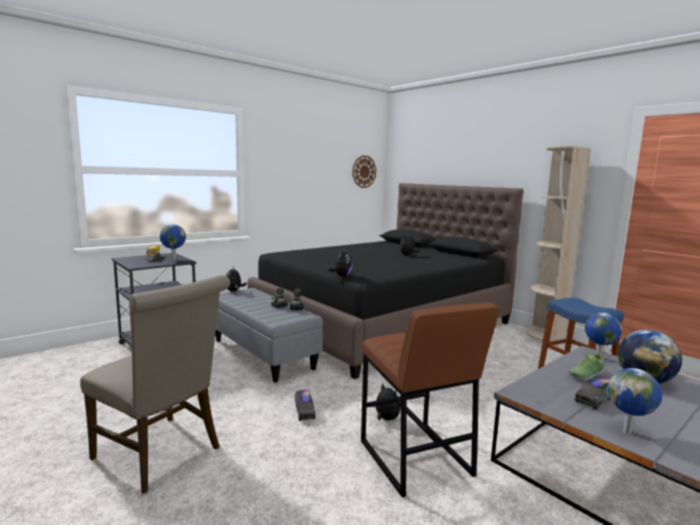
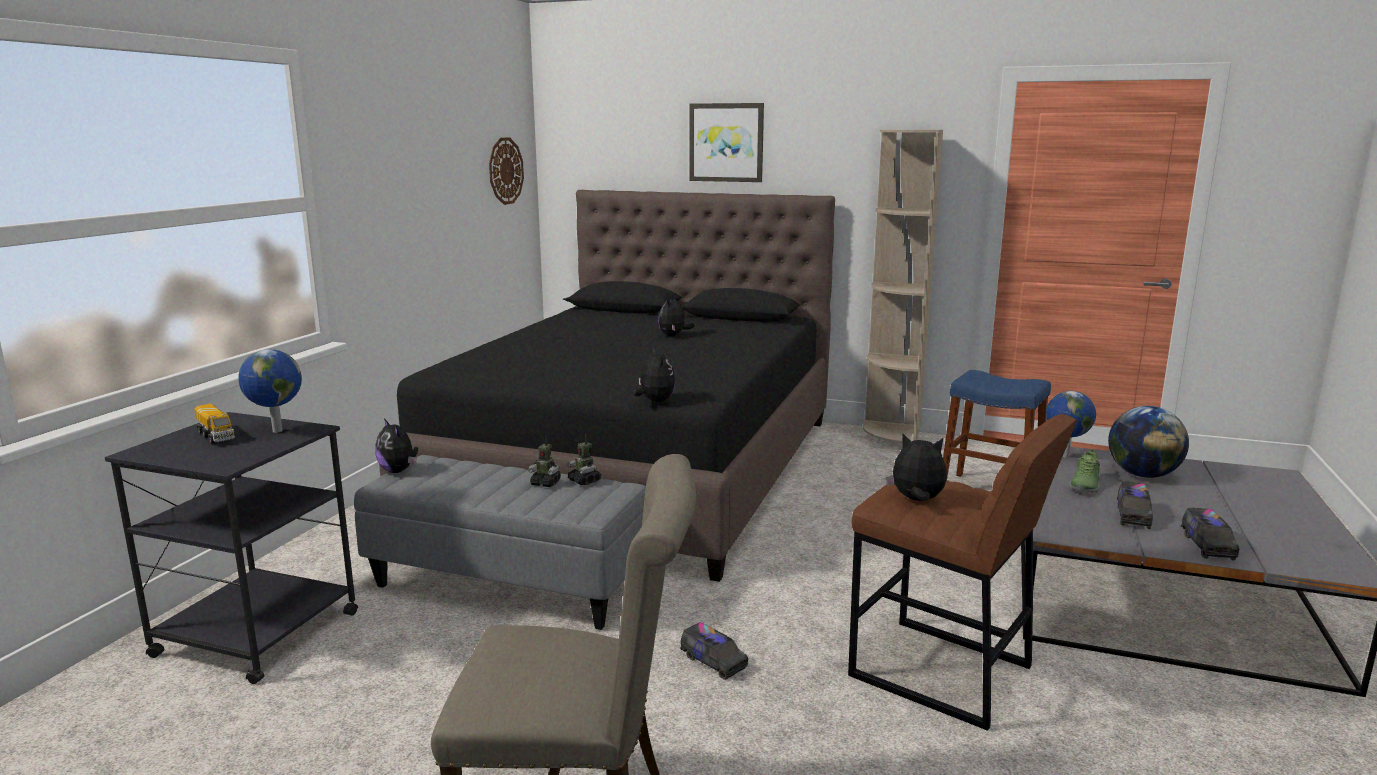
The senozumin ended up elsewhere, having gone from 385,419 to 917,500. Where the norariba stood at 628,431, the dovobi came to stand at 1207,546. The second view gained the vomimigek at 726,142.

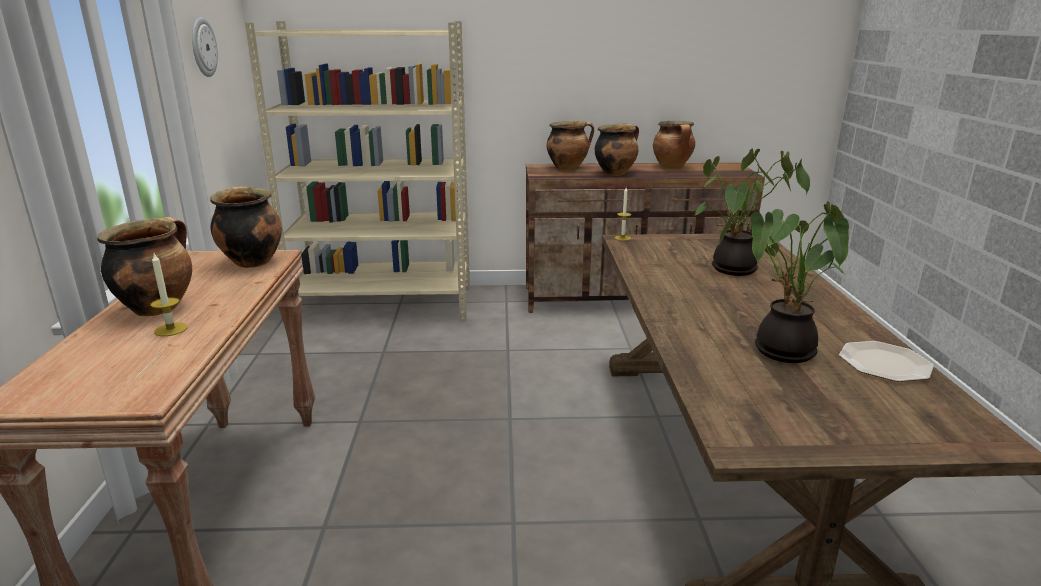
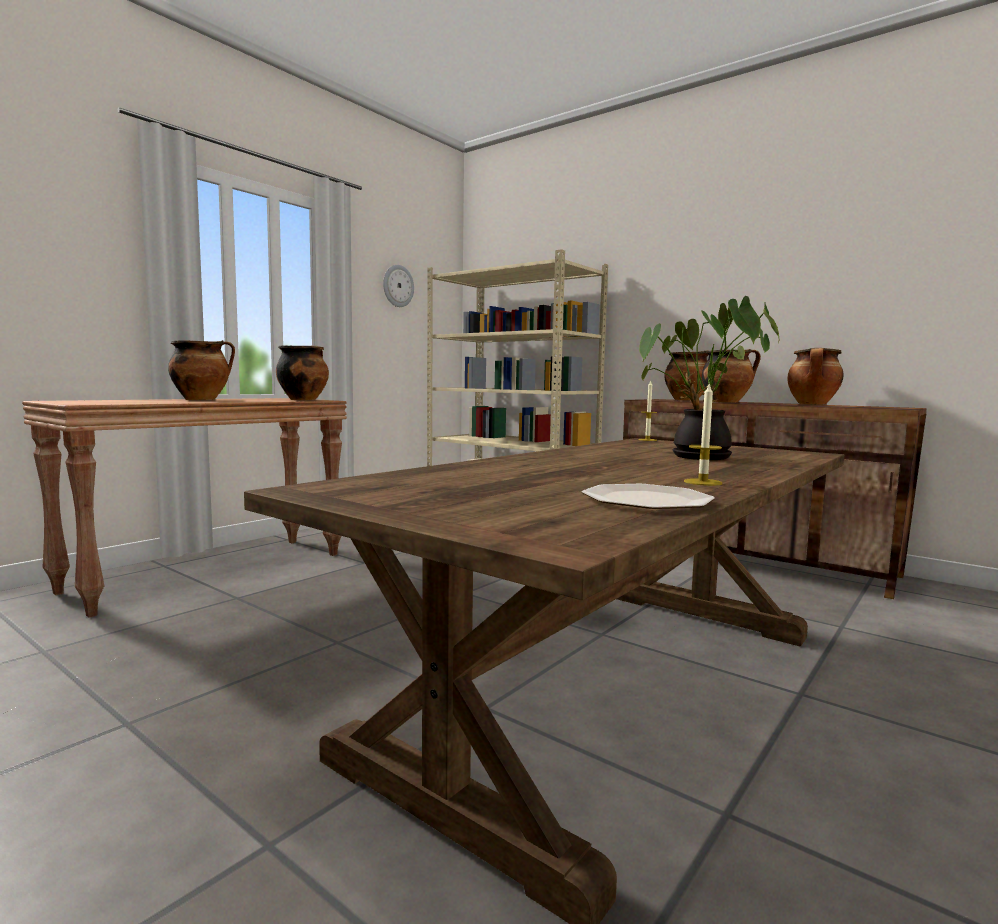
The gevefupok ended up elsewhere, having gone from 171,329 to 702,482. The second view lost the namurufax at 778,350.

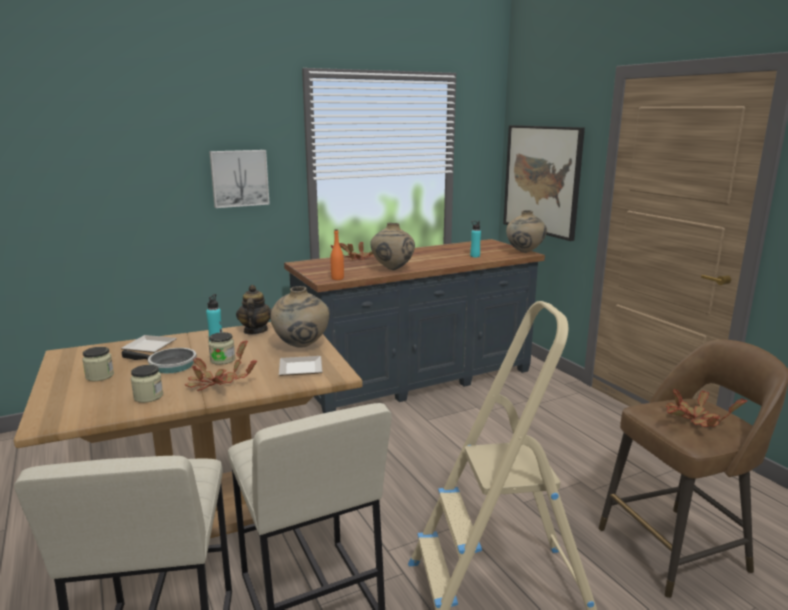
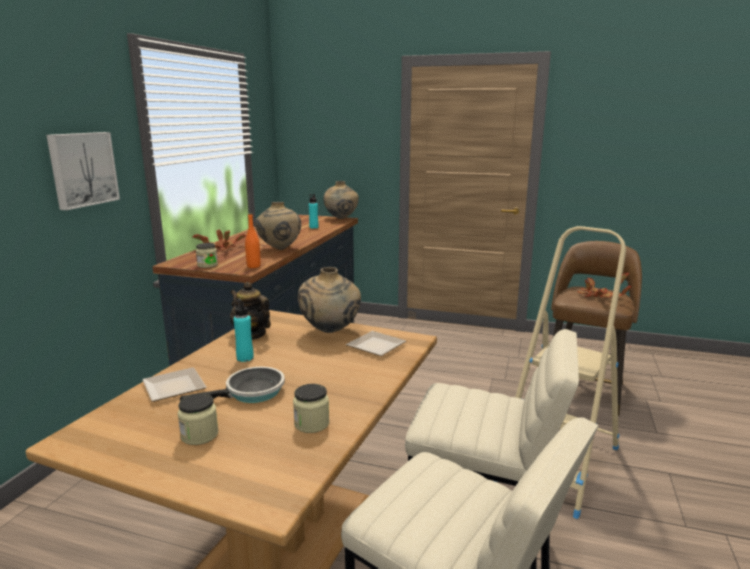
The second view lost the namurufax at 217,384. The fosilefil ended up elsewhere, having gone from 222,360 to 207,265. The second view lost the vomimigek at 542,180.

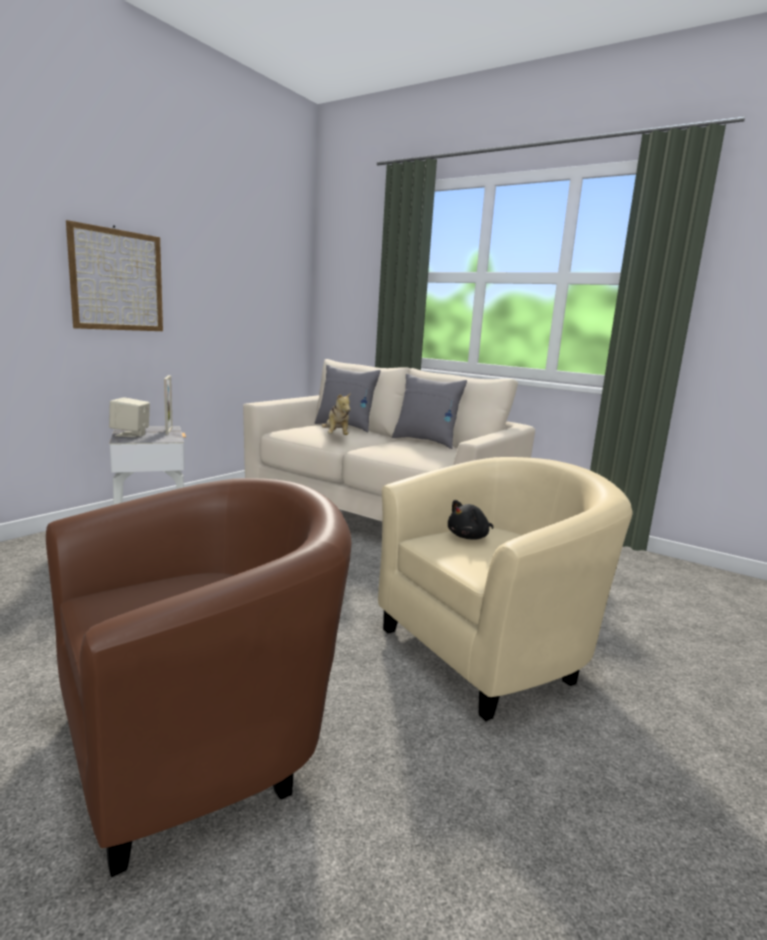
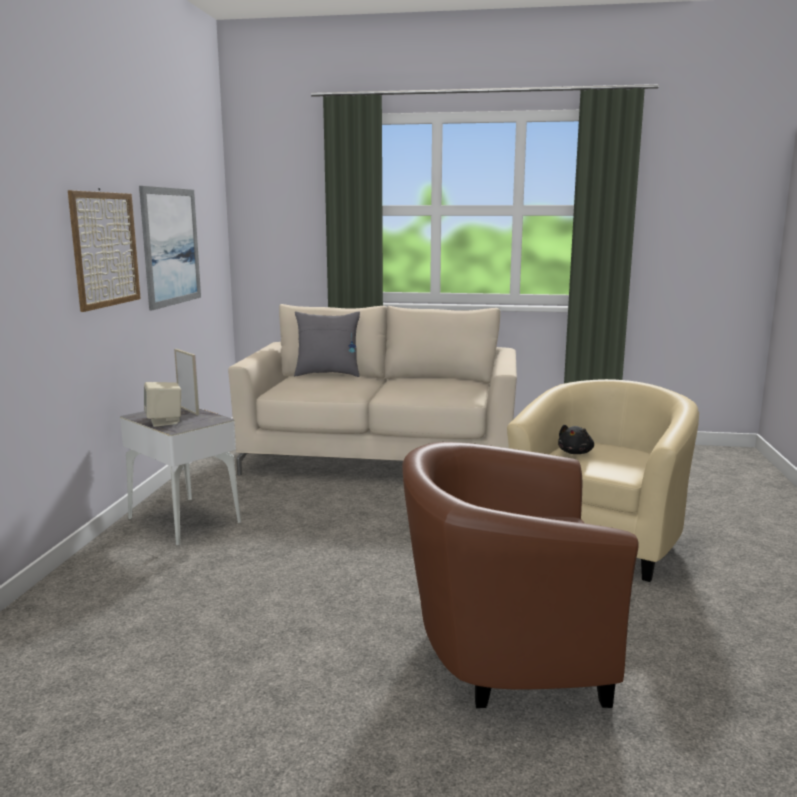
The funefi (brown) at 204,741 ended up facing another way, 120 degrees counterclockwise from before. The second view lost the senozumin at 336,437. The second view lost the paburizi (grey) at 425,442. The second view gained the vomimigek at 171,246.

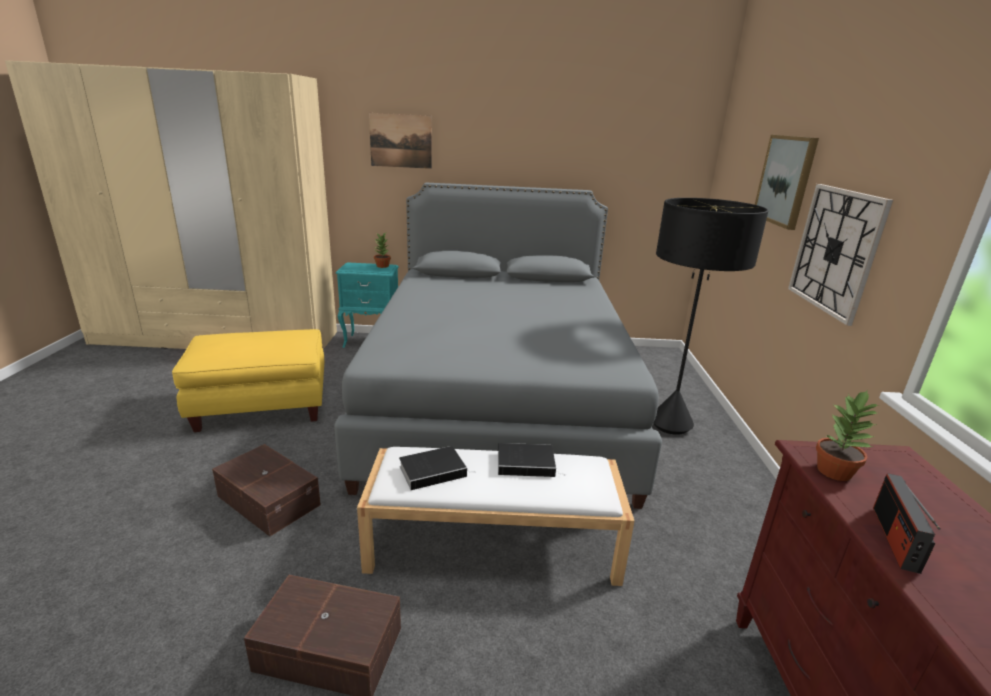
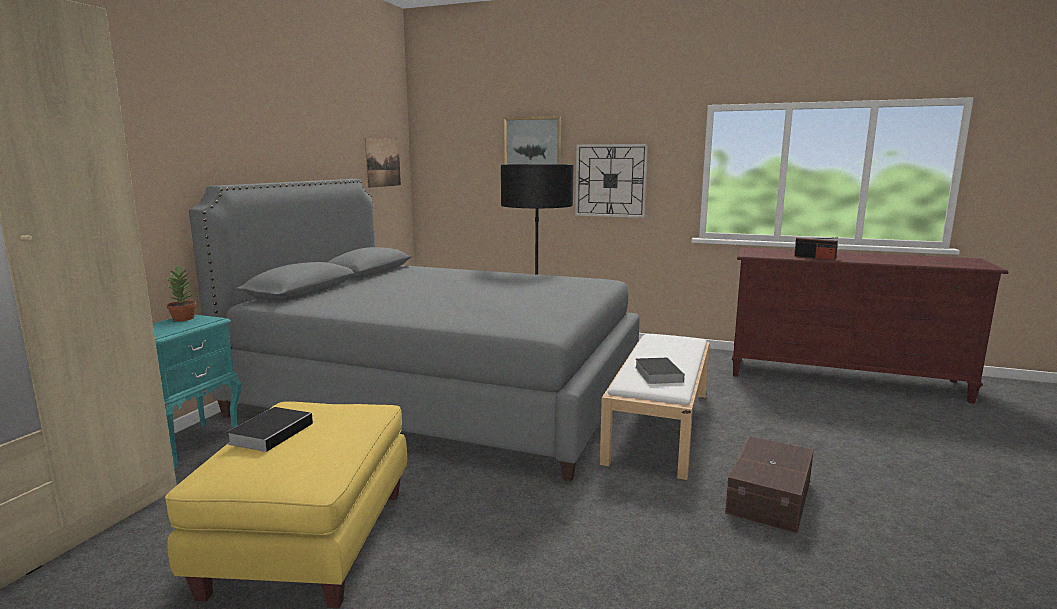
The second view lost the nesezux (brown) at 269,499. The vomimigek ended up elsewhere, having gone from 401,141 to 383,162. The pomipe ended up elsewhere, having gone from 527,463 to 272,432. The second view lost the namurufax at 835,472.

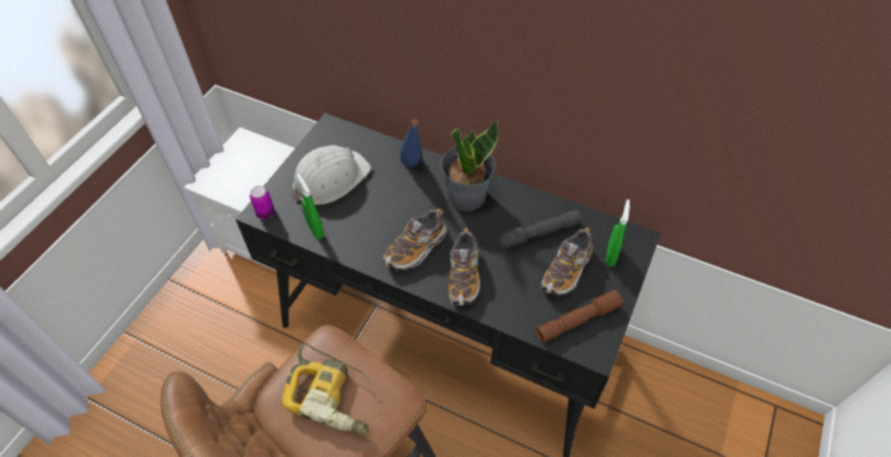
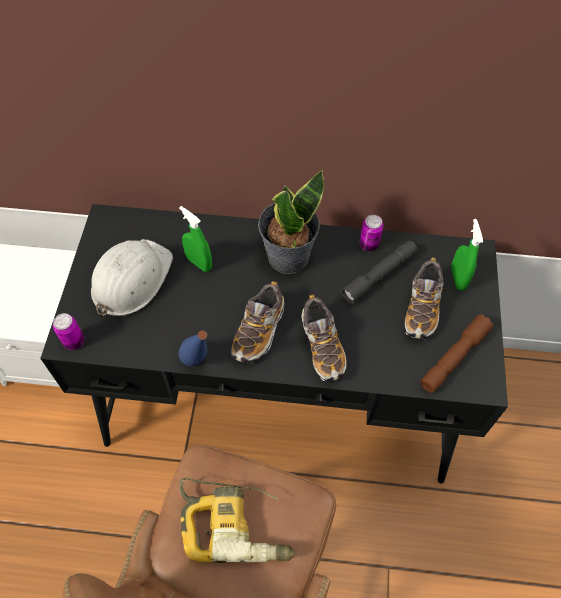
The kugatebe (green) ended up elsewhere, having gone from 315,229 to 199,263. The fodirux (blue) ended up elsewhere, having gone from 413,168 to 200,367. The second view gained the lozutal at 368,244.

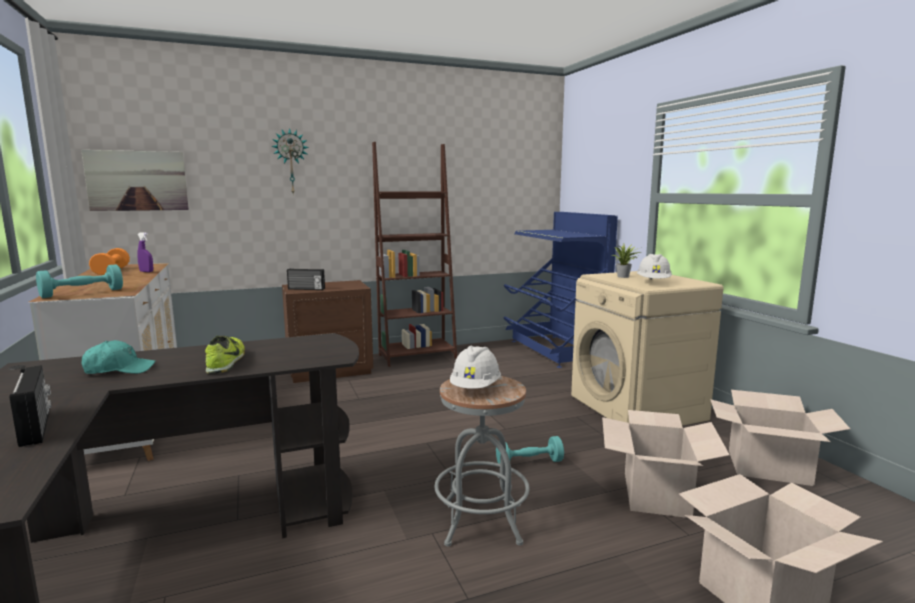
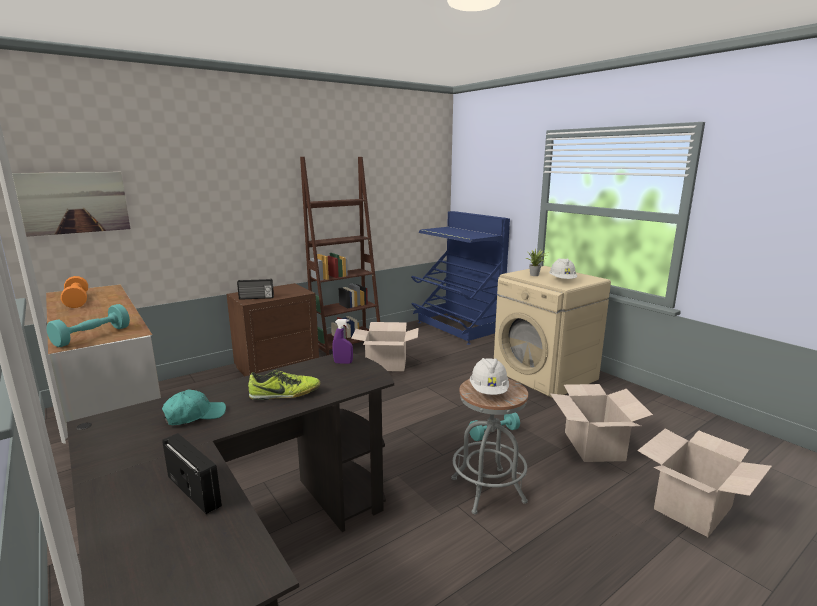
The kugatebe (purple) ended up elsewhere, having gone from 146,271 to 343,363. The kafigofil at 226,362 ended up facing another way, 105 degrees clockwise from before. The second view lost the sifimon at 291,162. The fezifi ended up elsewhere, having gone from 768,467 to 386,364.

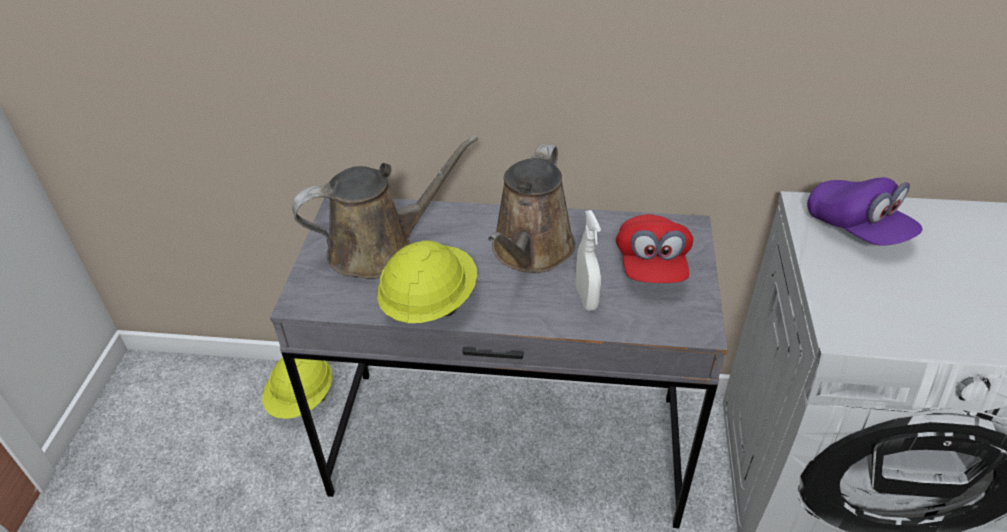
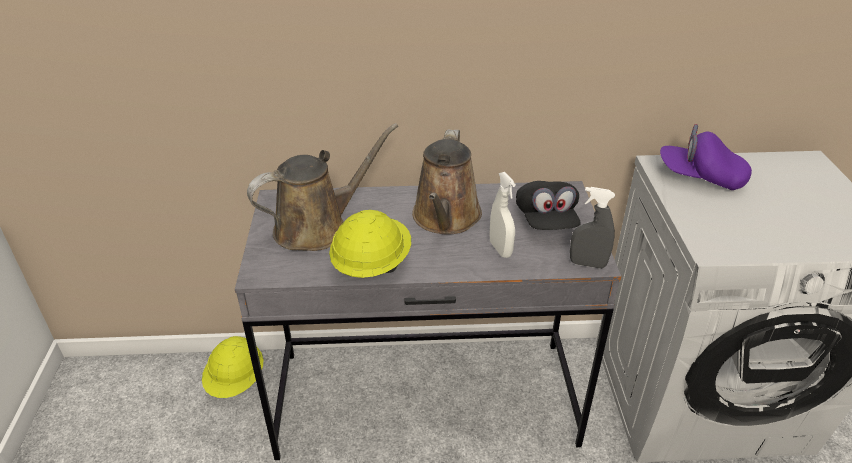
What was the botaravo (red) at 651,265 turned into the botaravo (black) at 546,220. The botaravo (purple) at 856,229 ended up facing another way, 150 degrees clockwise from before. The second view gained the kugatebe (grey) at 587,264.

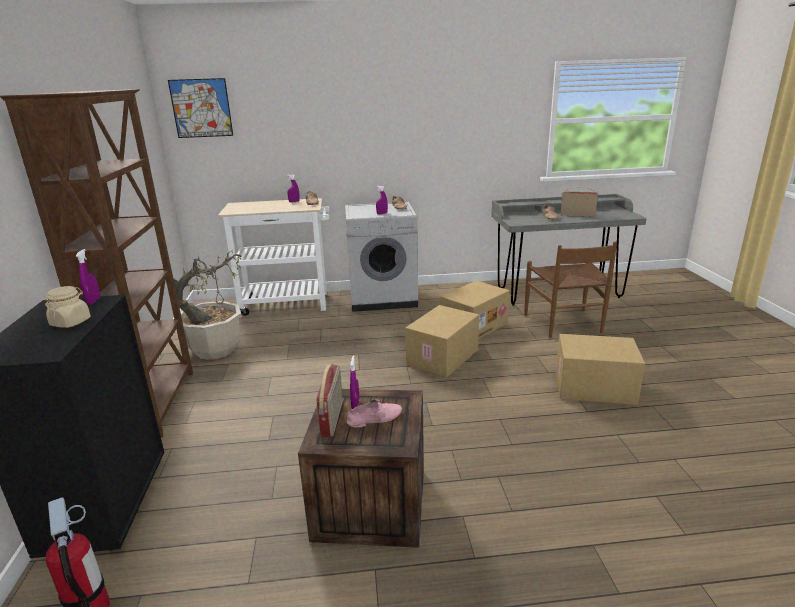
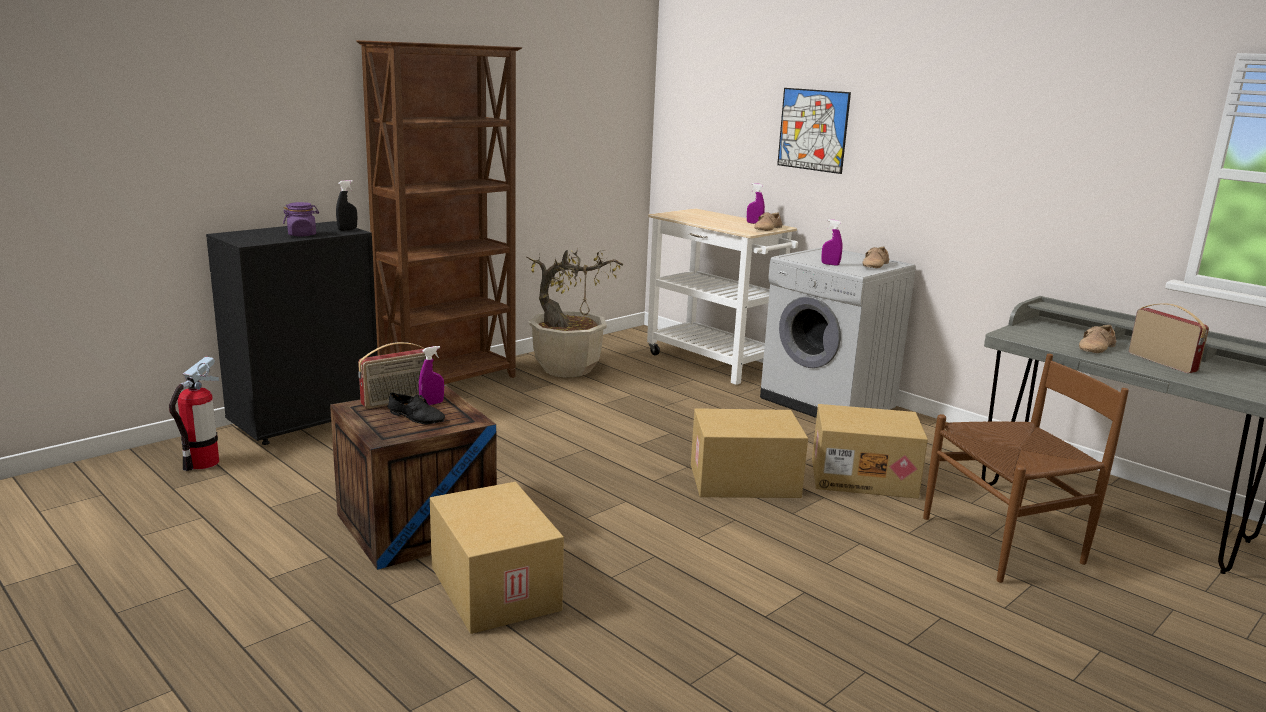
What was the fosilefil (beige) at 71,322 turned into the fosilefil (purple) at 302,234. What was the kugatebe (purple) at 93,301 turned into the kugatebe (black) at 347,229. The vomimigek ended up elsewhere, having gone from 201,108 to 813,130. What was the kafigofil (pink) at 374,418 turned into the kafigofil (black) at 417,416. The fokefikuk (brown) at 565,324 ended up facing another way, 150 degrees counterclockwise from before. The fezifi ended up elsewhere, having gone from 593,388 to 492,588.

